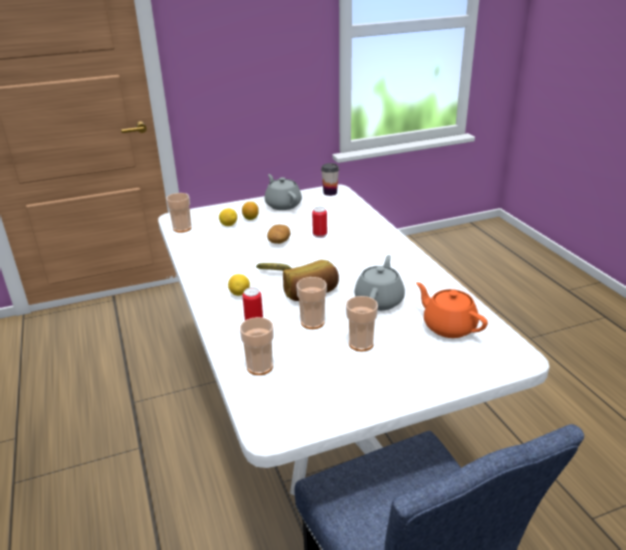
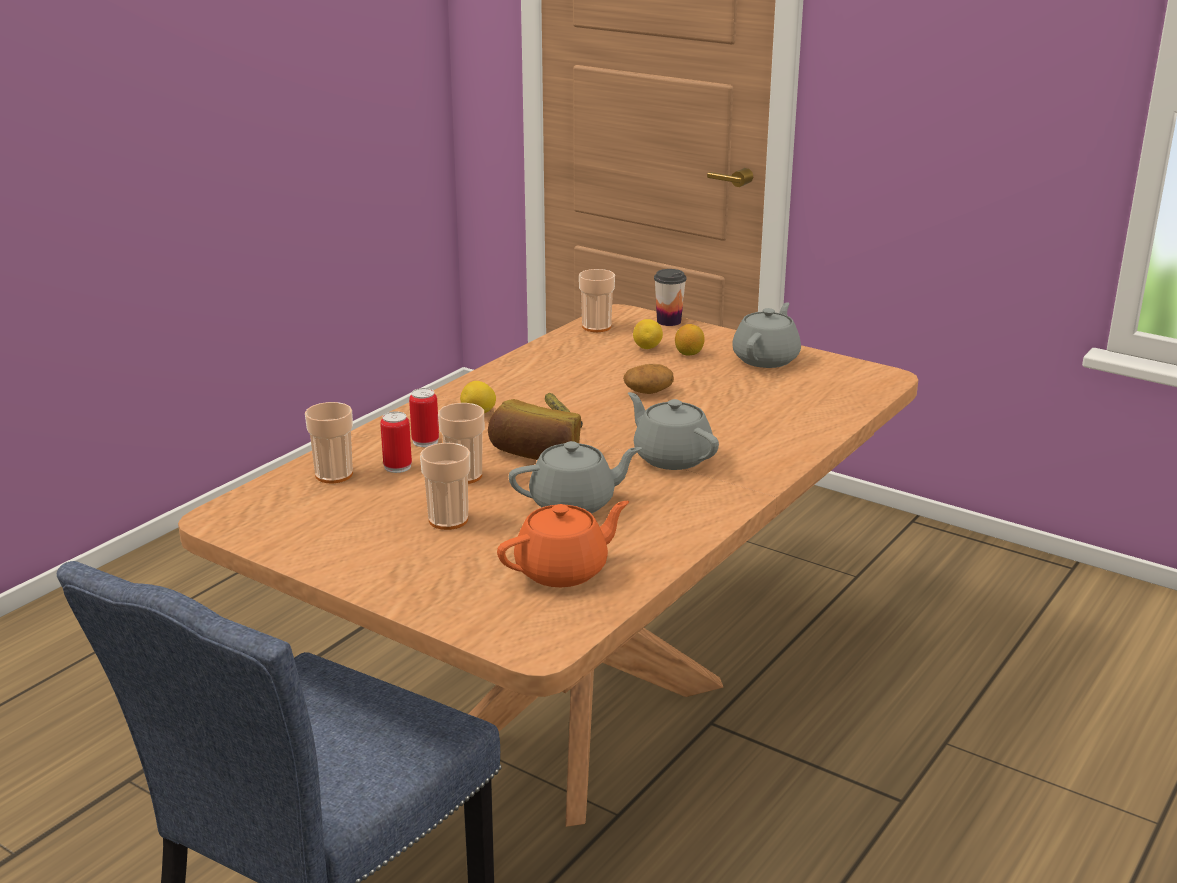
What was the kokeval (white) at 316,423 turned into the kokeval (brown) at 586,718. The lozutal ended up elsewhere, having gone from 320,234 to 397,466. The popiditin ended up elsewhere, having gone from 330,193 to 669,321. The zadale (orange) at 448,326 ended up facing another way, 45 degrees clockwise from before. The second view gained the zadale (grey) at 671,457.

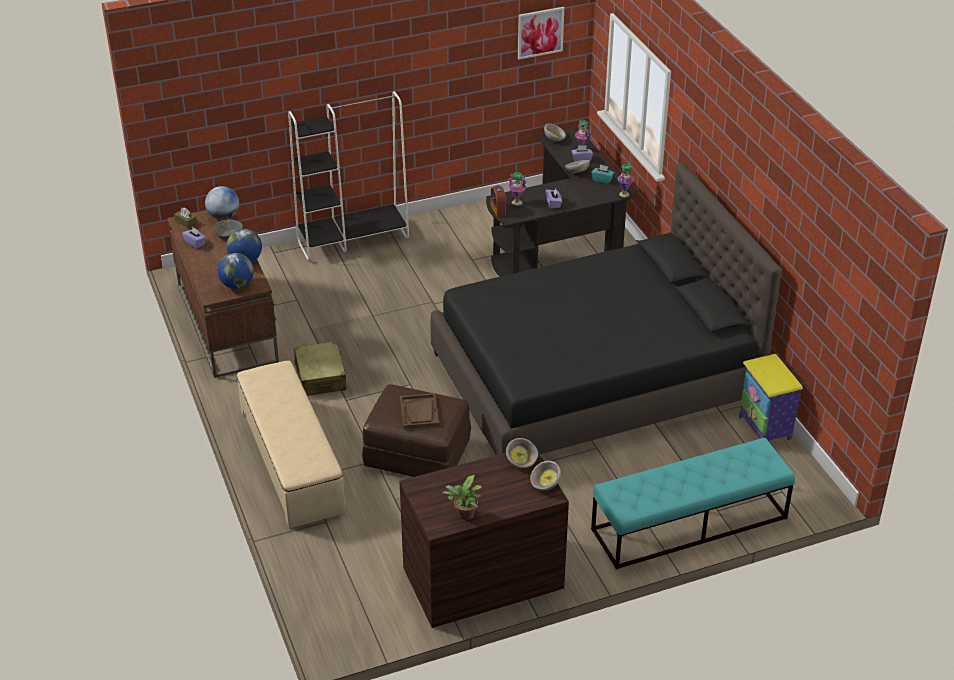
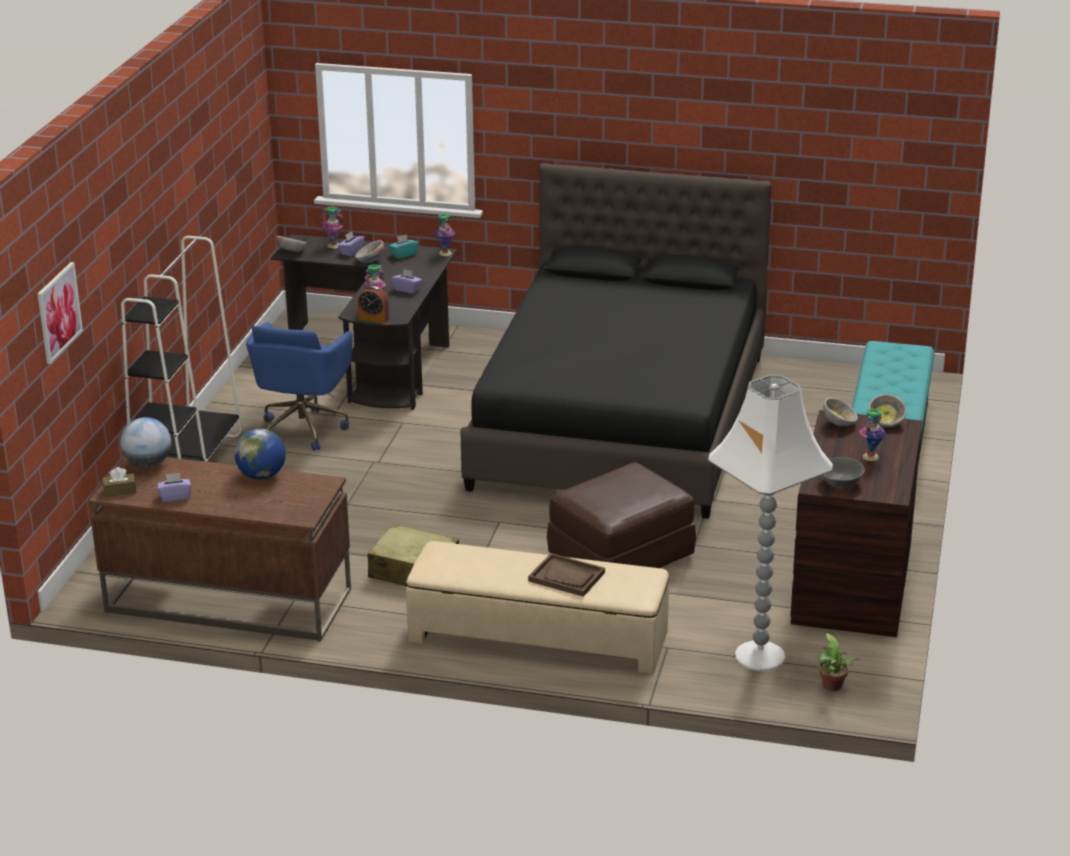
The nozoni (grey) ended up elsewhere, having gone from 229,236 to 840,482. The second view lost the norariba at 237,285. The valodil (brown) ended up elsewhere, having gone from 419,412 to 567,577. The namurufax ended up elsewhere, having gone from 464,516 to 833,687. The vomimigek ended up elsewhere, having gone from 540,32 to 58,312. The second view lost the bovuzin at 764,429. The second view gained the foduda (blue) at 304,428. The second view gained the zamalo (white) at 759,657. The second view gained the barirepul at 871,457.

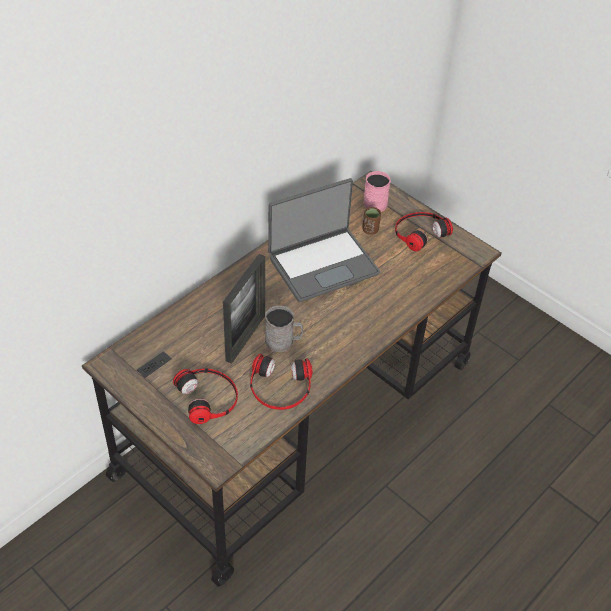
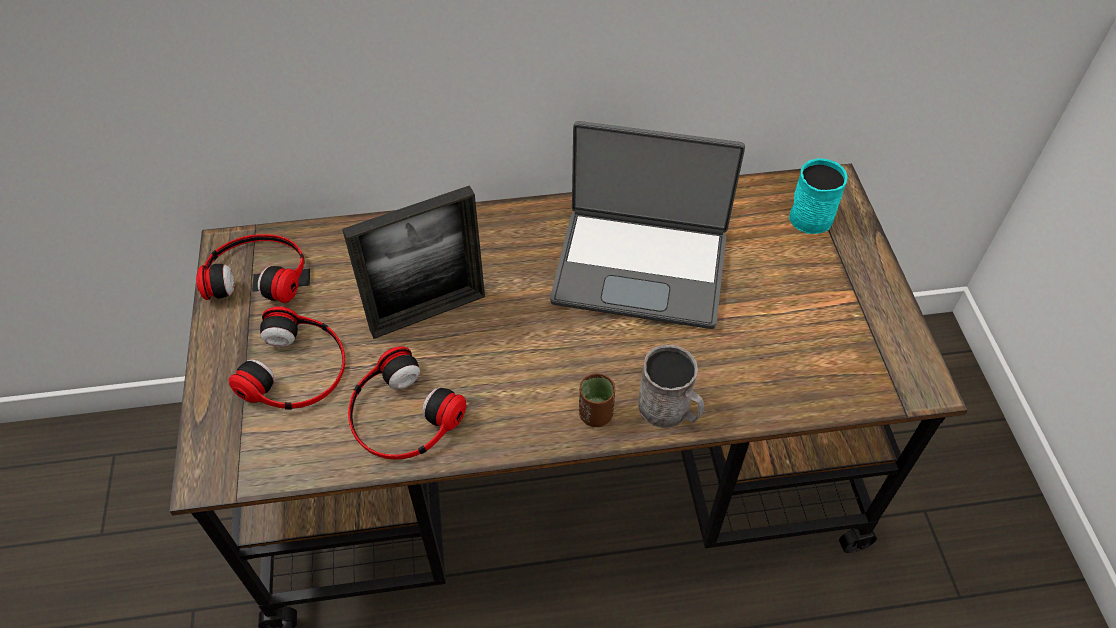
The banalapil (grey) ended up elsewhere, having gone from 283,341 to 670,410. The popiditin (brown) ended up elsewhere, having gone from 370,230 to 595,414. What was the banalapil (pink) at 374,201 turned into the banalapil (turquoise) at 813,213. The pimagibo ended up elsewhere, having gone from 419,232 to 257,273.

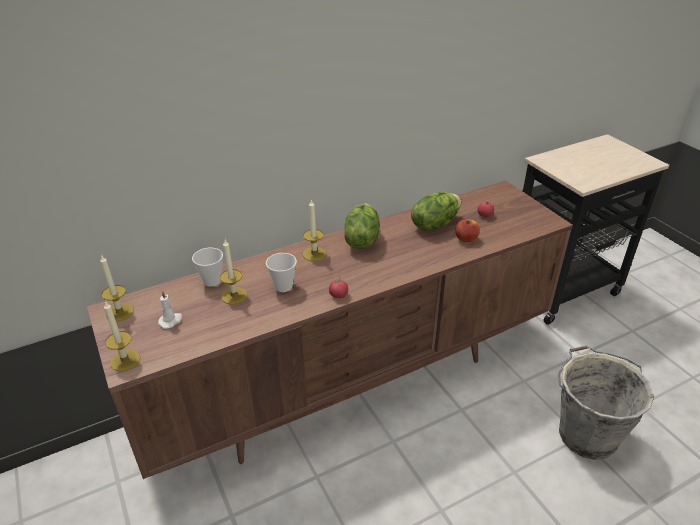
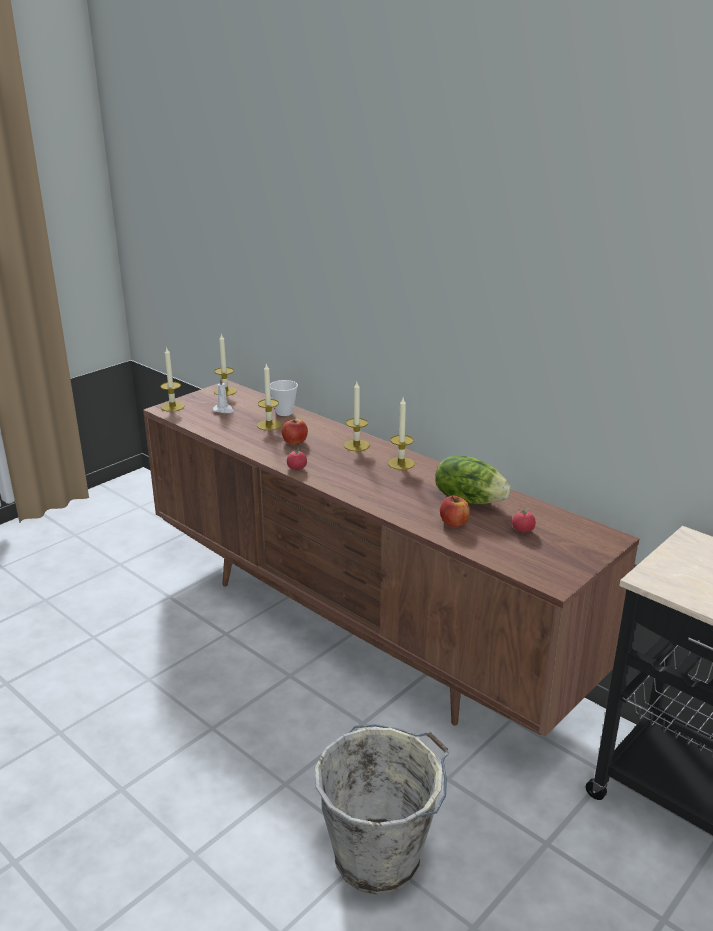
Where the popiditin stood at 283,286, the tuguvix came to stand at 295,442. Where the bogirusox stood at 361,239, the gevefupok came to stand at 401,463.

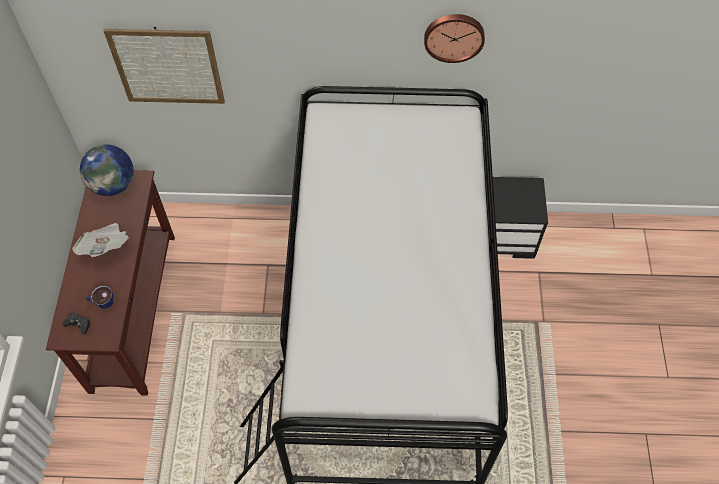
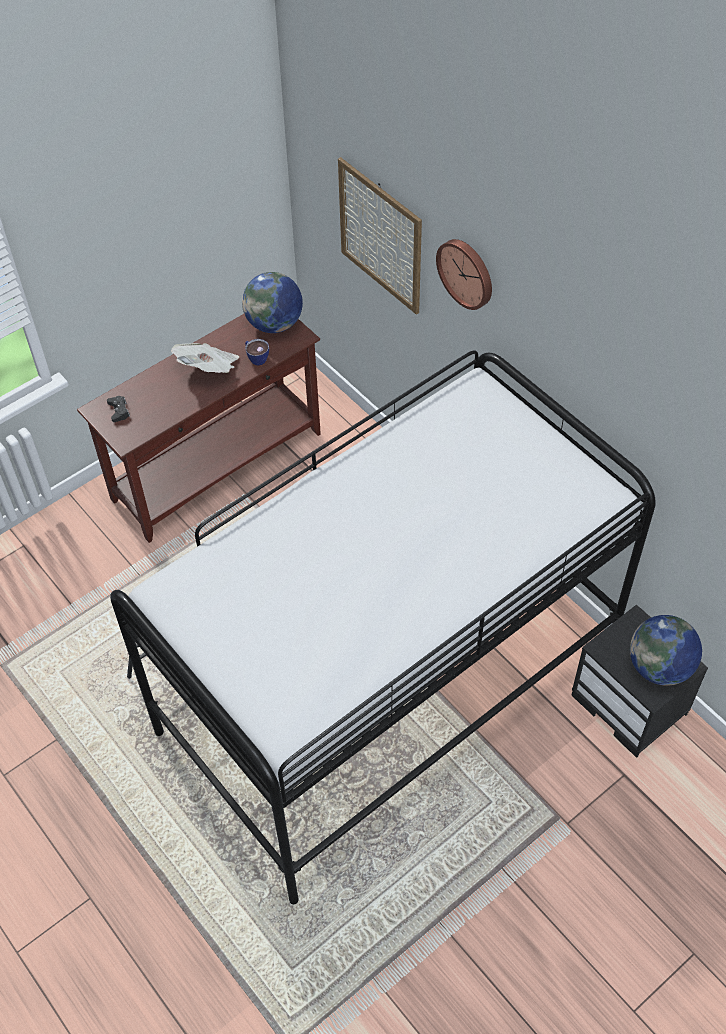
The popiditin ended up elsewhere, having gone from 102,302 to 256,358. The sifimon ended up elsewhere, having gone from 454,36 to 467,272. The second view gained the norariba at 659,667.

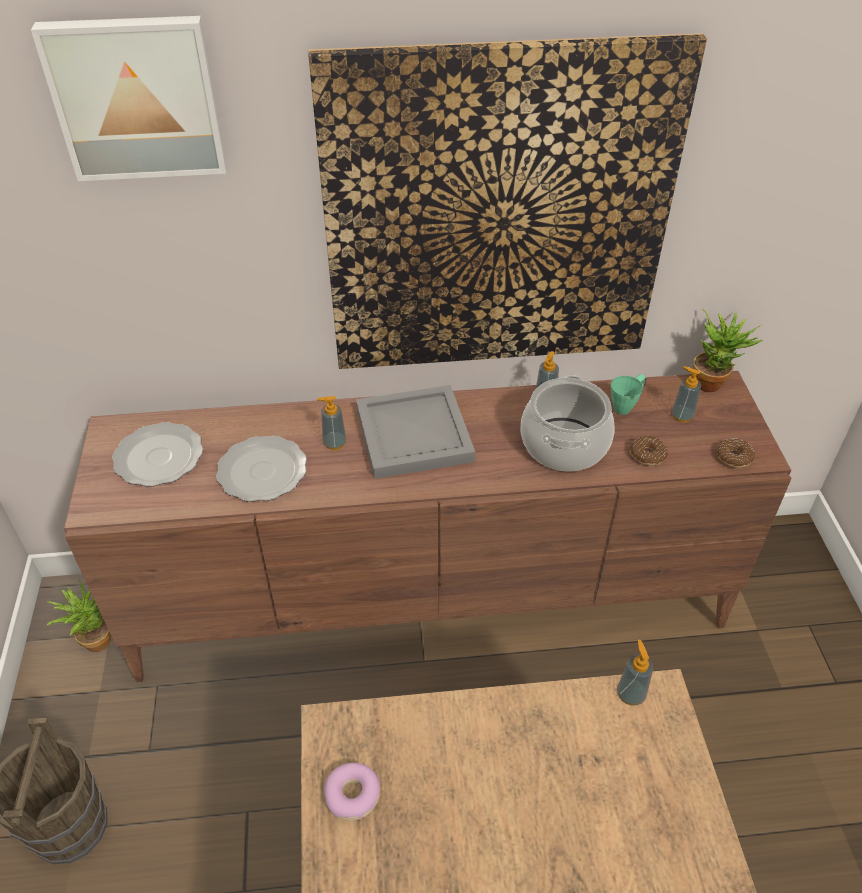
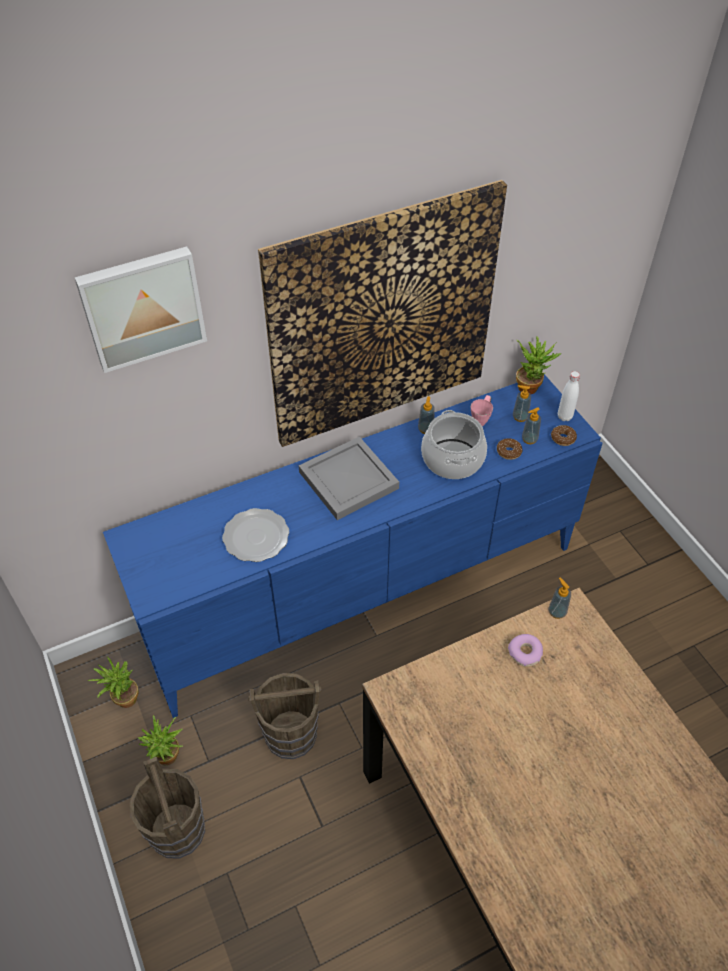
What was the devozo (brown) at 432,602 turned into the devozo (blue) at 364,591. The second view lost the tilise at 157,457. The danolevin ended up elsewhere, having gone from 334,443 to 529,439. The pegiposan ended up elsewhere, having gone from 353,795 to 525,653. What was the banalapil (green) at 626,405 turned into the banalapil (pink) at 481,419. The second view gained the namurufax at 168,760. The second view gained the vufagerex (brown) at 290,734. The second view gained the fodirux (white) at 564,416.

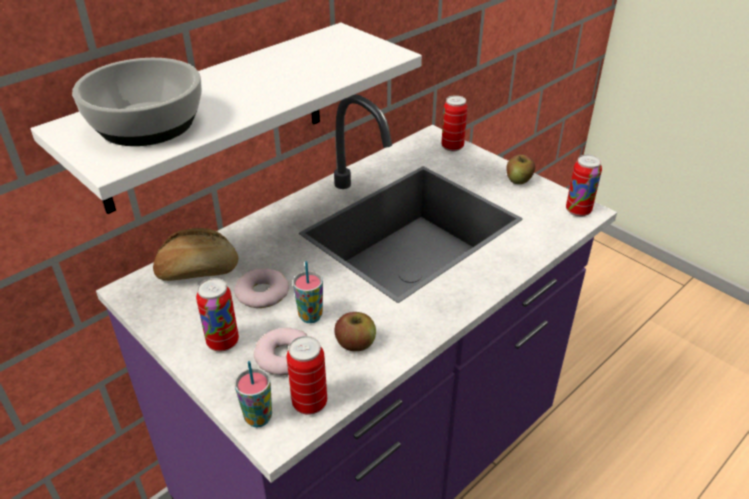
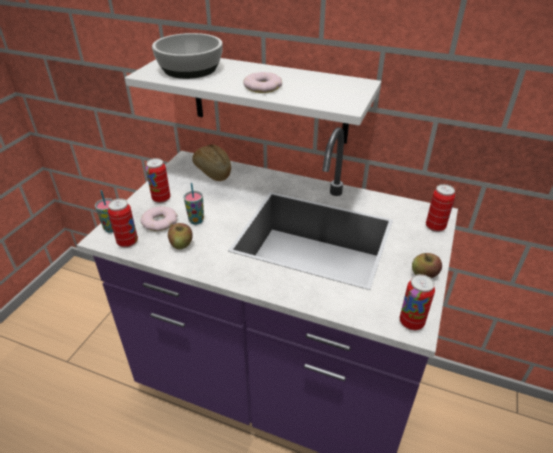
The pegiposan ended up elsewhere, having gone from 262,293 to 263,87.

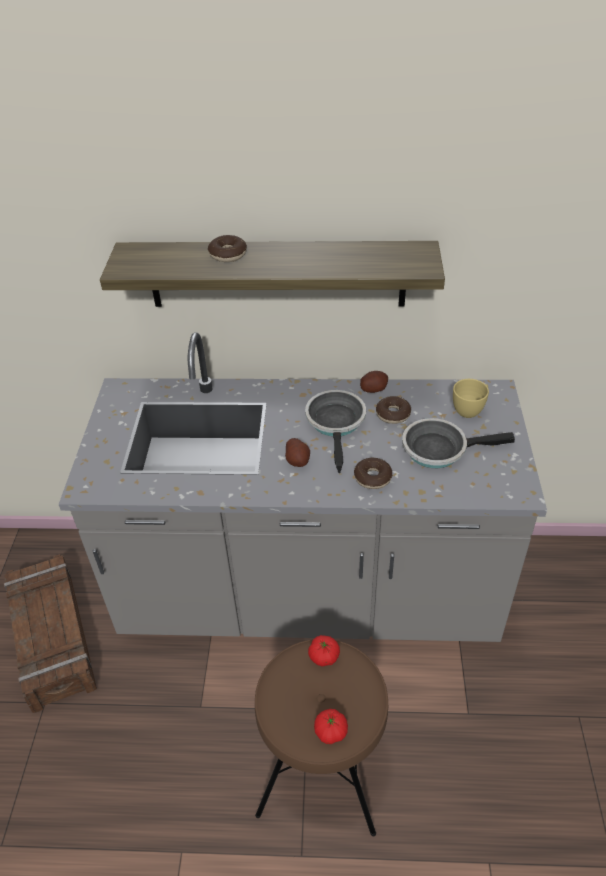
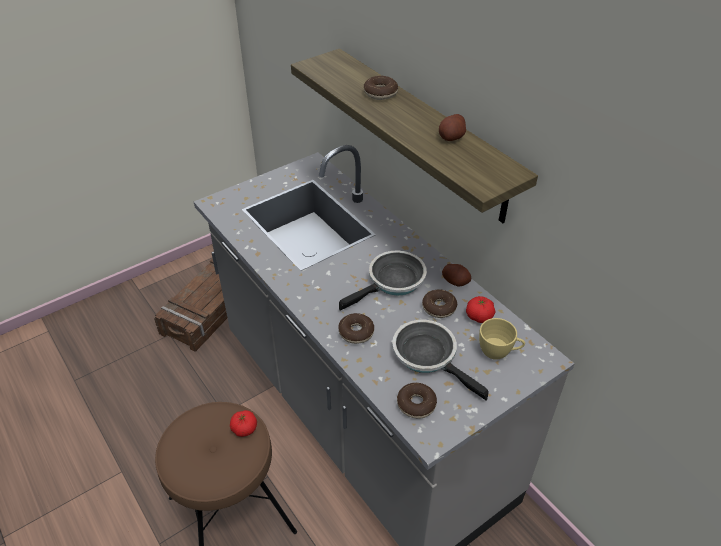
The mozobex ended up elsewhere, having gone from 297,460 to 451,137. The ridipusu ended up elsewhere, having gone from 331,731 to 479,316. The second view gained the pegiposan at 416,404.

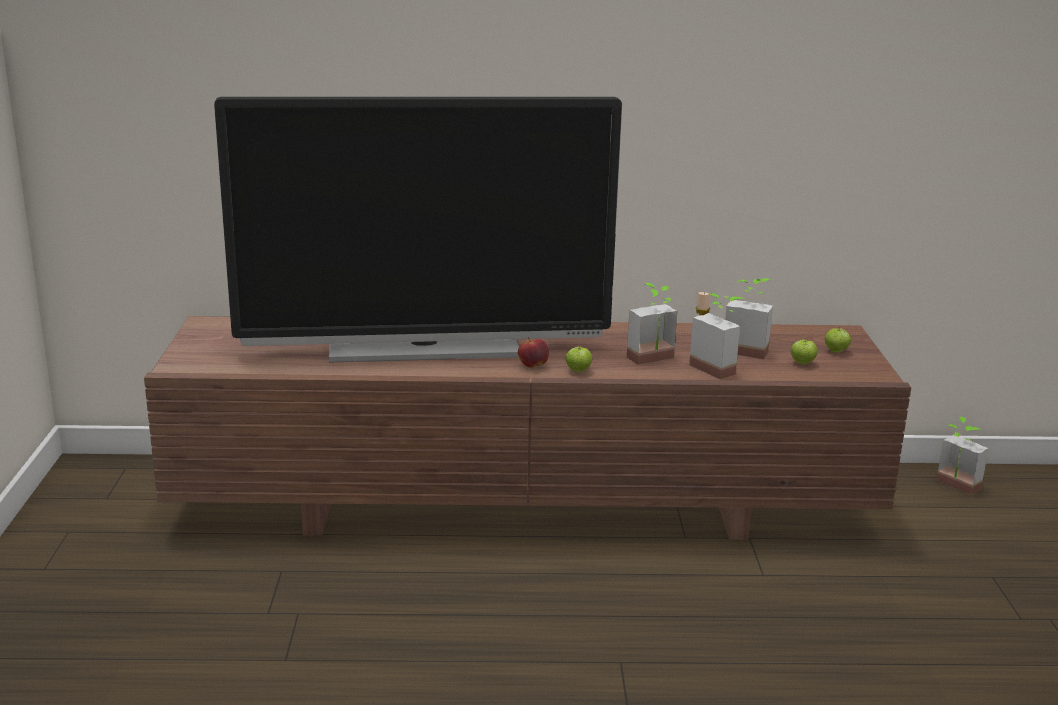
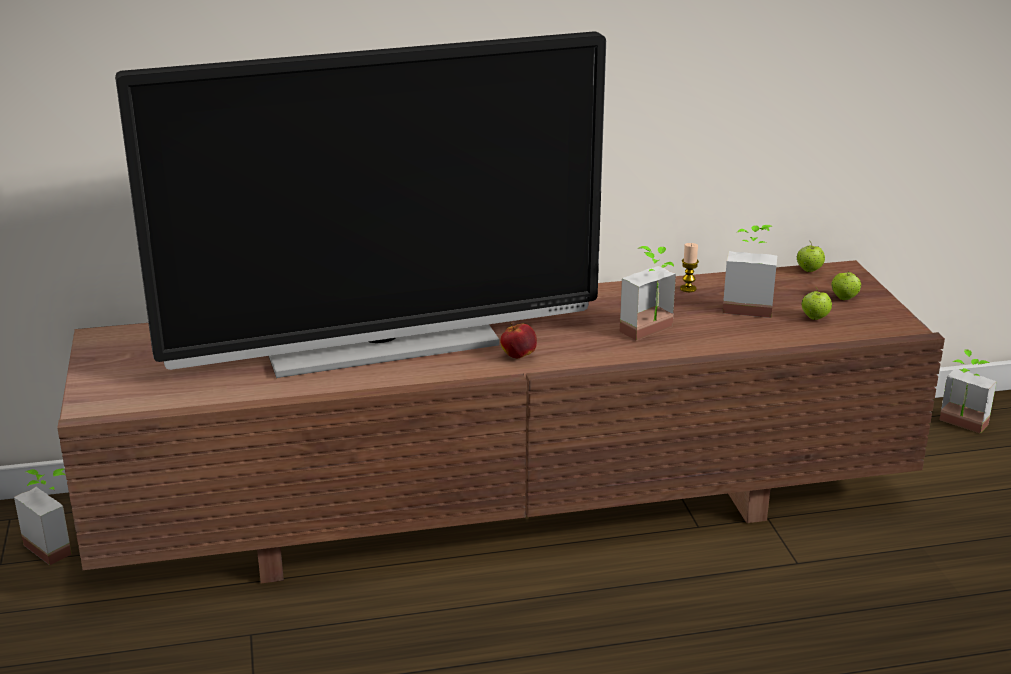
The tuguvix ended up elsewhere, having gone from 578,371 to 809,270. The namurufax ended up elsewhere, having gone from 718,367 to 57,545.

